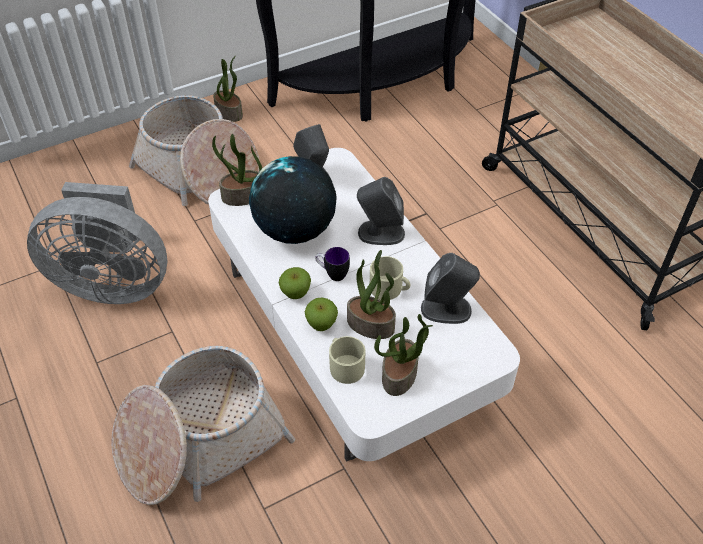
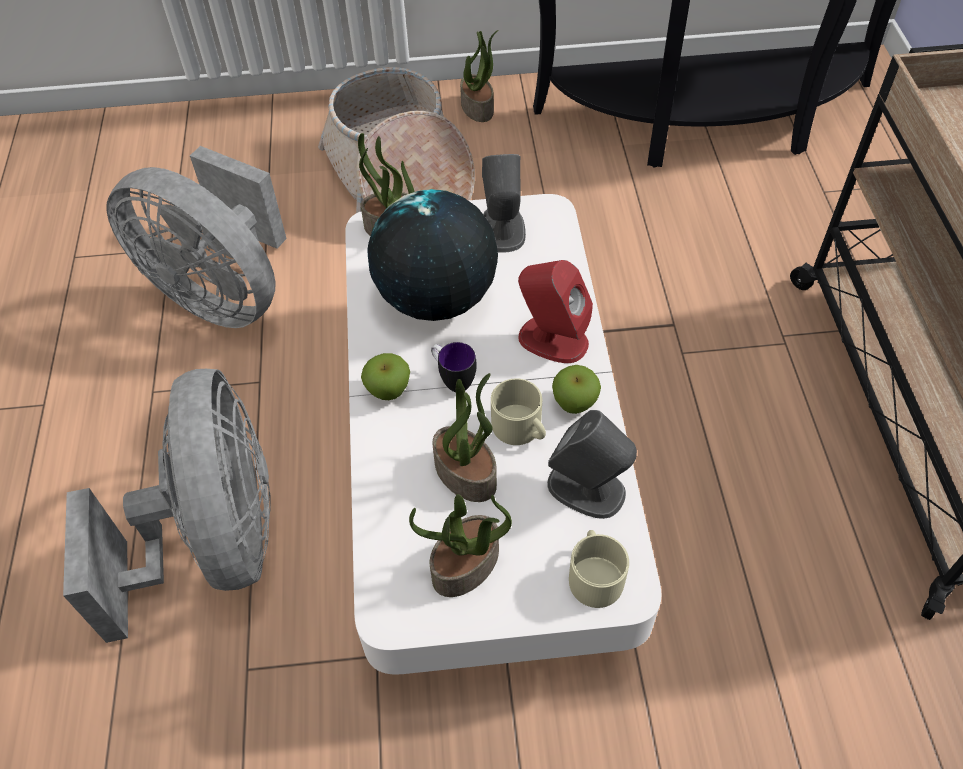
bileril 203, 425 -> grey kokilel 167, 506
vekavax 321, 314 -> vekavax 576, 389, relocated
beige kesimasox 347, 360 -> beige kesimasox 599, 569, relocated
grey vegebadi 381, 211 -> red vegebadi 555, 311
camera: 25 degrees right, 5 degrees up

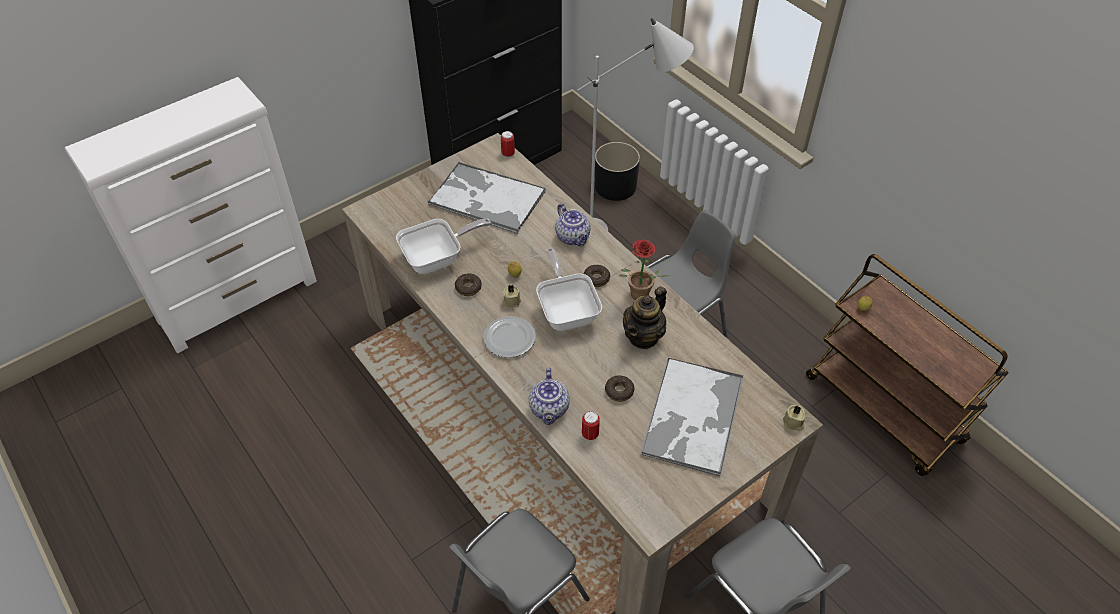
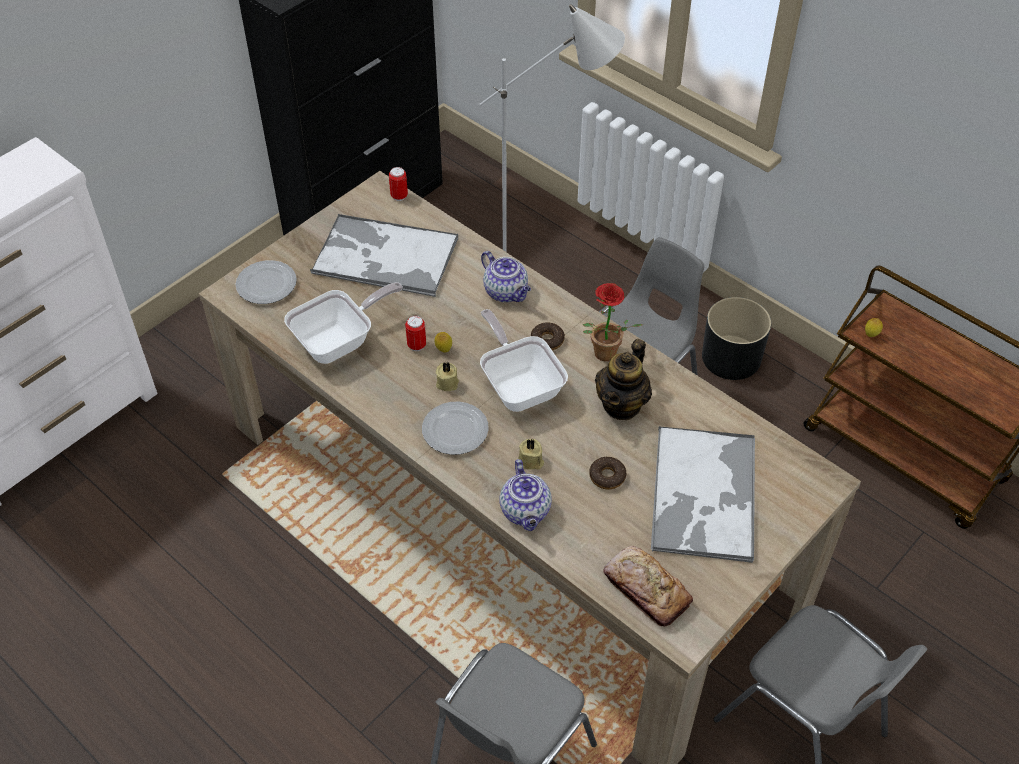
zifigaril 468, 284 -> none
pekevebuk 591, 425 -> pekevebuk 415, 333, relocated
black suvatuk 617, 171 -> black suvatuk 736, 338, relocated
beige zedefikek 794, 418 -> beige zedefikek 531, 454, relocated
none -> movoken 266, 282
none -> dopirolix 648, 586
camera: 10 degrees left, 0 degrees up

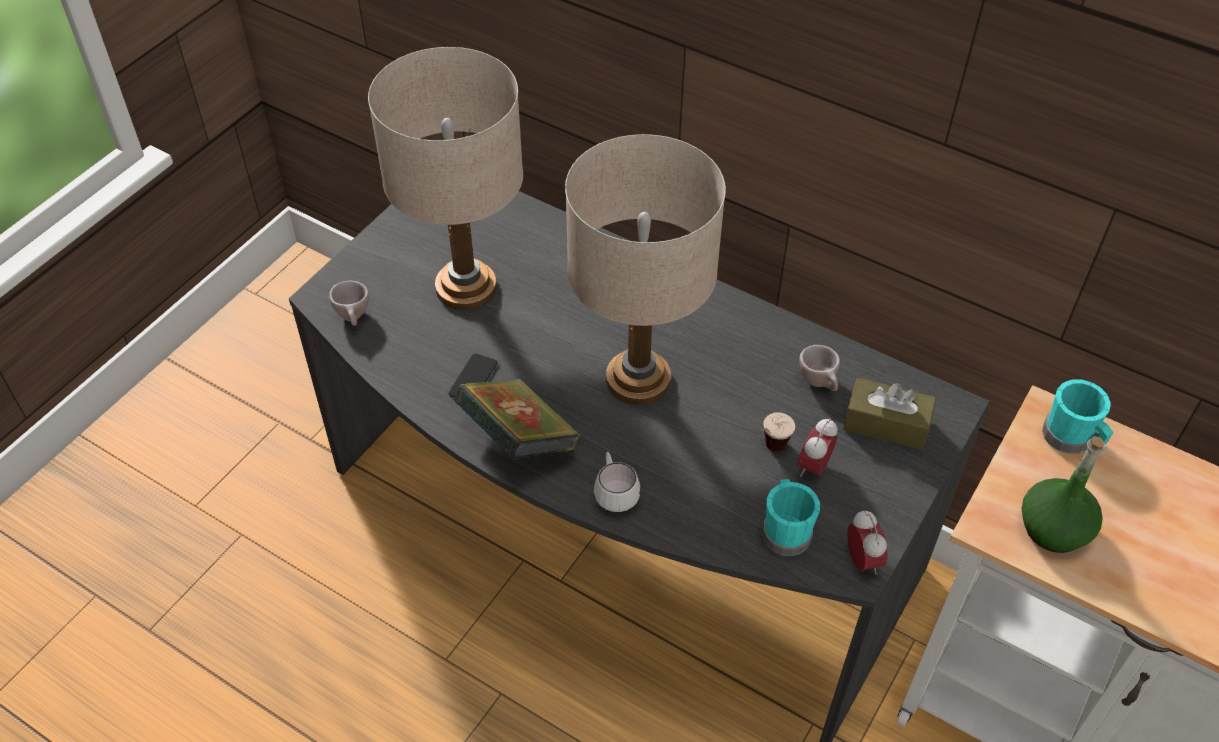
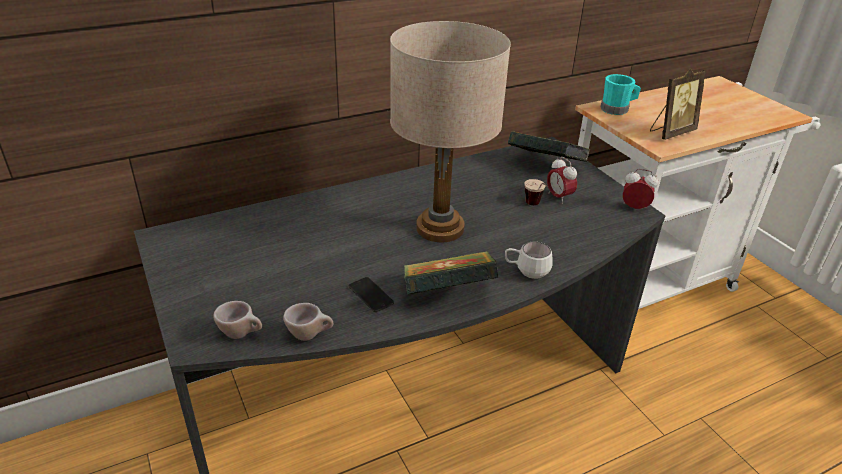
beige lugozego 445, 178 -> none
turquoise kesimasox 791, 517 -> none
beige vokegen 819, 368 -> beige vokegen 308, 322, relocated
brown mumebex 890, 414 -> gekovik 549, 146
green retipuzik 1063, 494 -> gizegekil 678, 104
camera: 60 degrees left, 15 degrees down

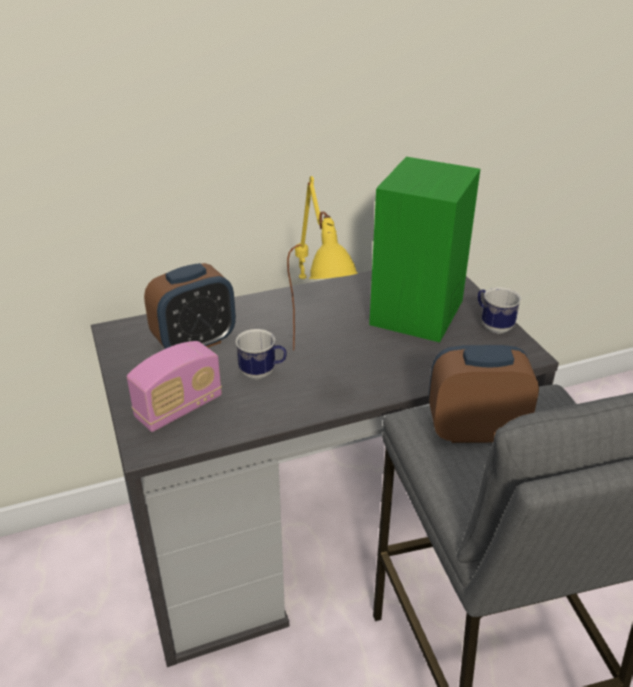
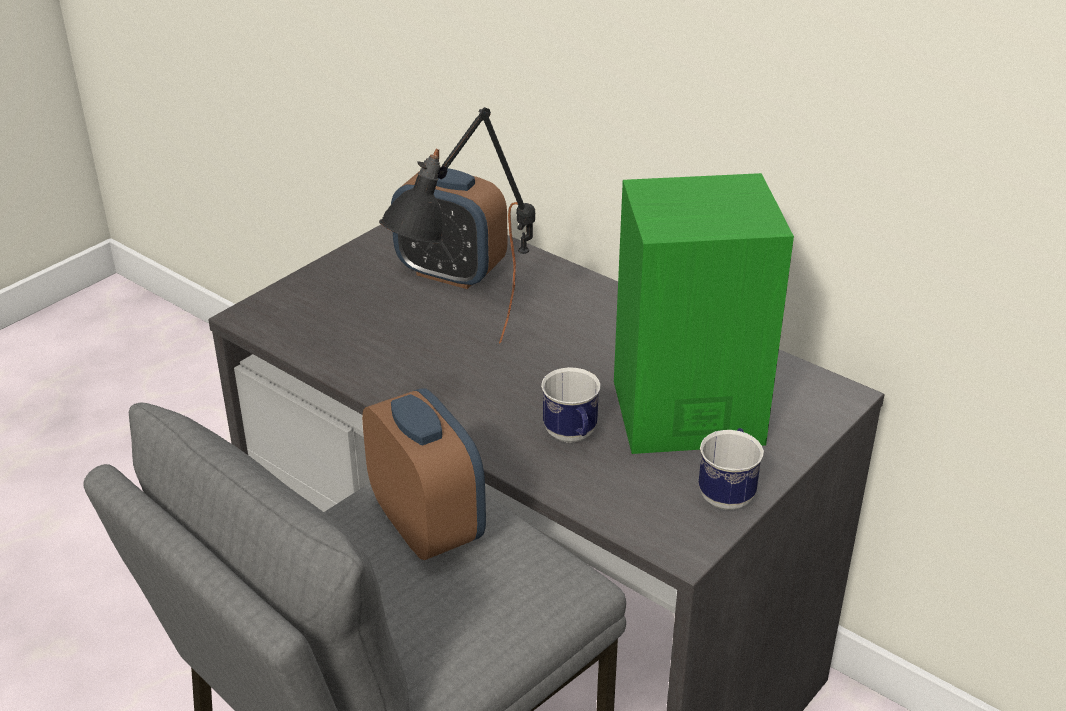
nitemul 174, 386 -> none
kesimasox 261, 354 -> kesimasox 571, 405, relocated
yellow lugozego 322, 263 -> black lugozego 457, 225
camera: 60 degrees right, 0 degrees up

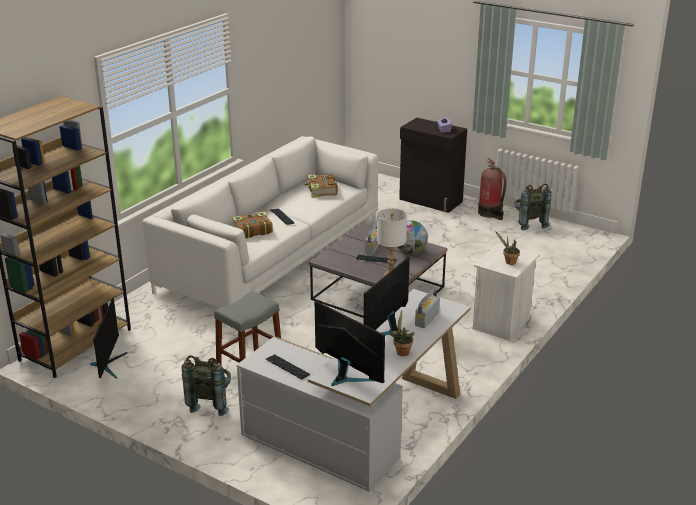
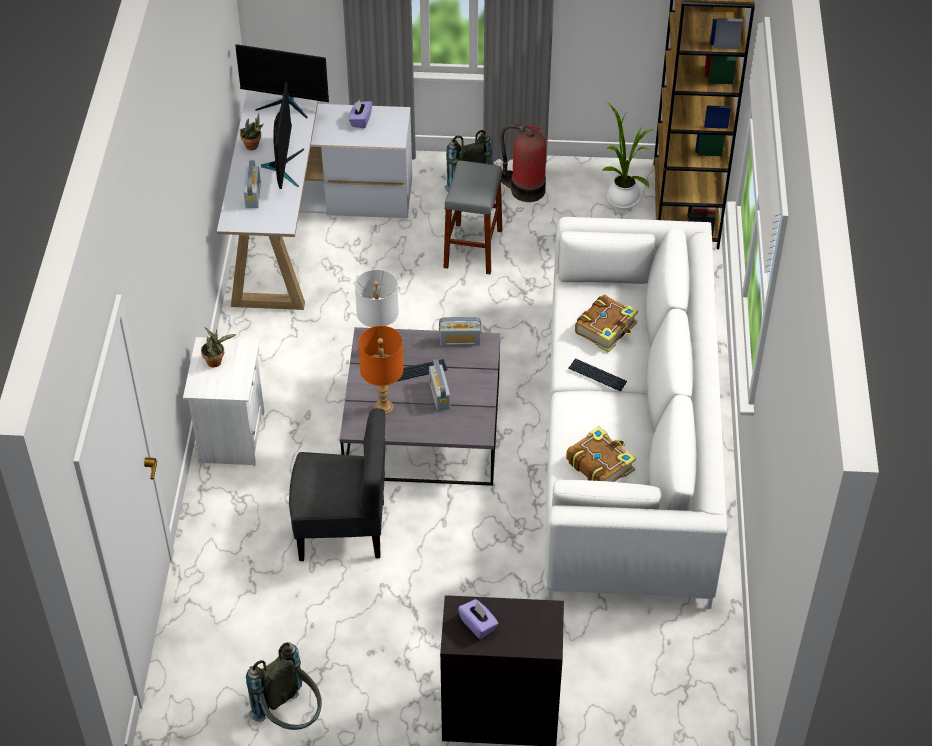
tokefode 108, 338 -> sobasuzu 627, 155
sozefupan 288, 366 -> purple mumebex 360, 114
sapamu 412, 237 -> orange lugozego 381, 370
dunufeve 492, 189 -> dunufeve 523, 163, relocated
none -> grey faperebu 337, 484
none -> nitemul 460, 331
camera: 150 degrees right, 20 degrees up

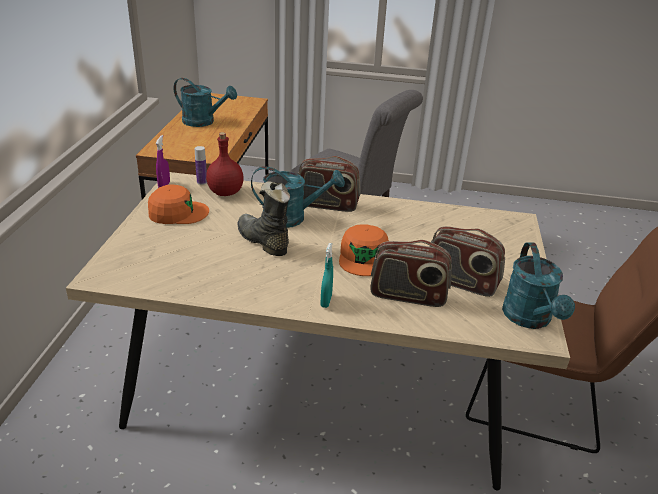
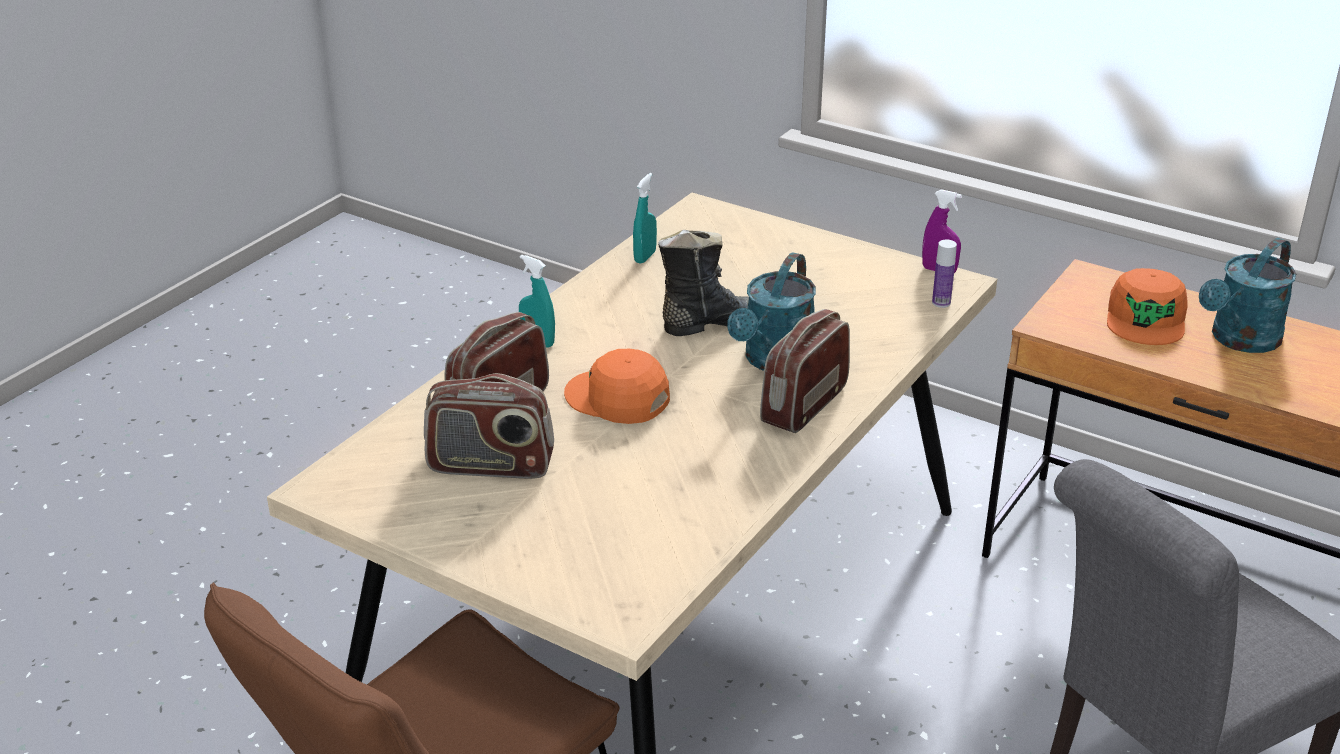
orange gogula 178, 204 -> orange gogula 1147, 306, relocated
red retipuzik 225, 164 -> none
nitemul 467, 261 -> nitemul 489, 426, 135 degrees counterclockwise
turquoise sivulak 538, 285 -> none
none -> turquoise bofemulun 645, 218
camera: 115 degrees right, 0 degrees up

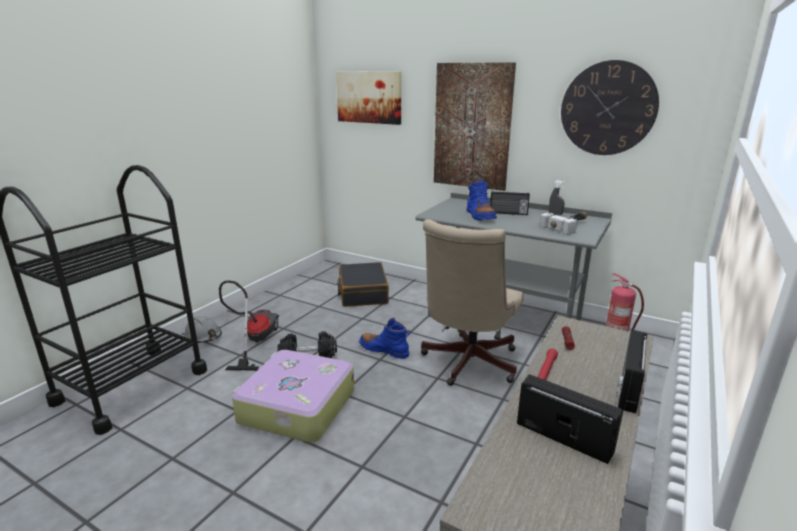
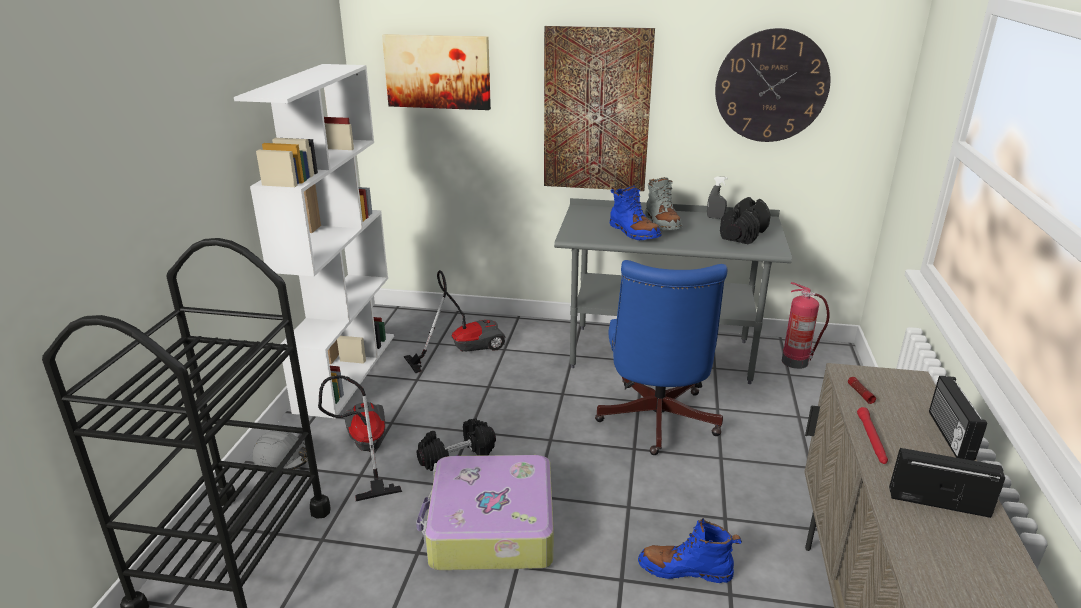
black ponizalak 363, 284 -> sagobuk 455, 321
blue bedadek 385, 338 -> blue bedadek 690, 550, relocated
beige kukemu 472, 302 -> blue kukemu 661, 357
nitemul 510, 203 -> grey bedadek 664, 204
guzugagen 563, 223 -> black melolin 745, 220
none -> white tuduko 314, 241
camera: 20 degrees left, 5 degrees up

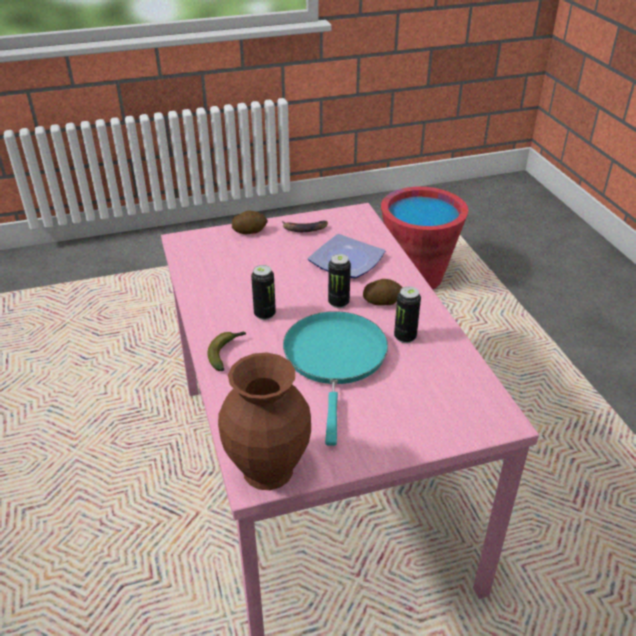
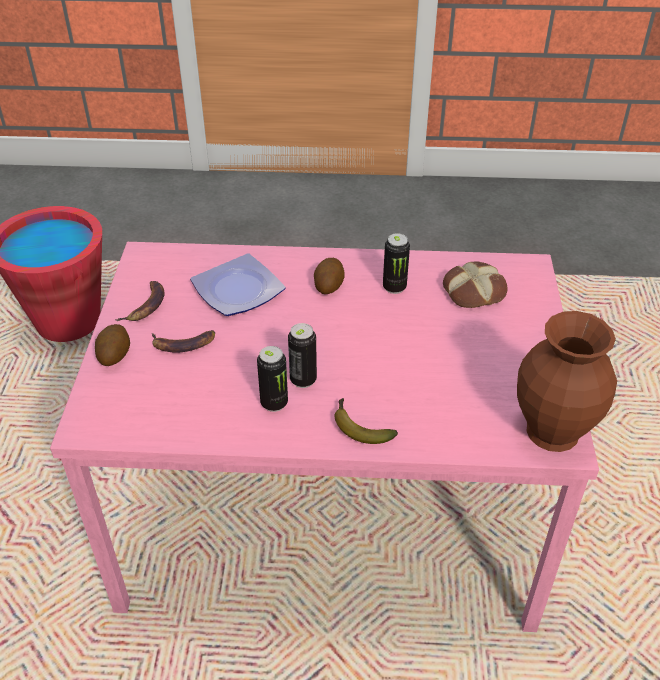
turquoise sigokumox 335, 378 -> none
pekevebuk 339, 281 -> pekevebuk 272, 379, relocated
none -> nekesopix 183, 341
none -> dopirolix 475, 285
camera: 70 degrees left, 5 degrees up

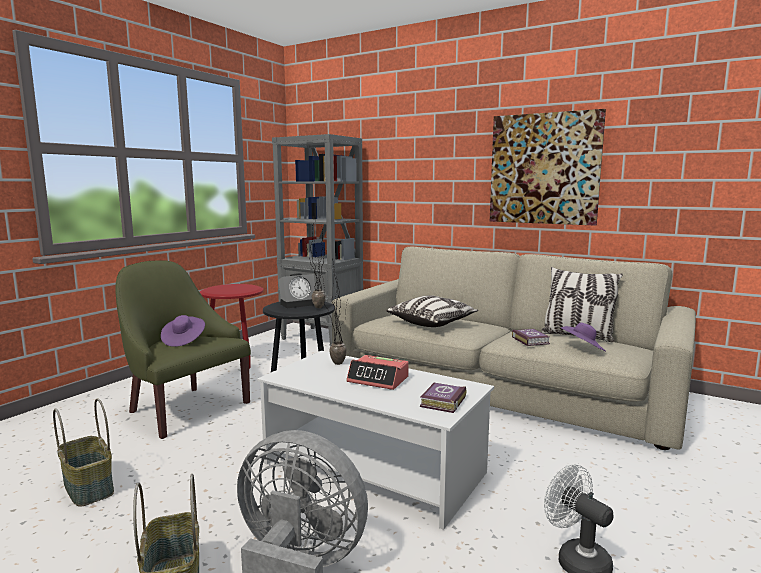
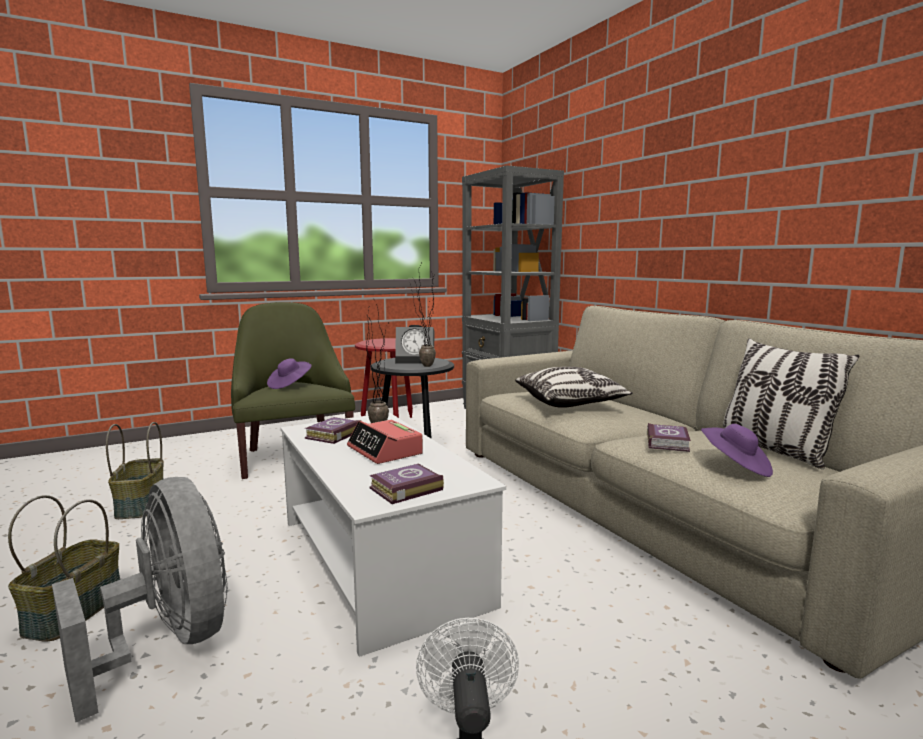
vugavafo 548, 167 -> none
none -> gekovik 333, 430
camera: 30 degrees right, 0 degrees up

